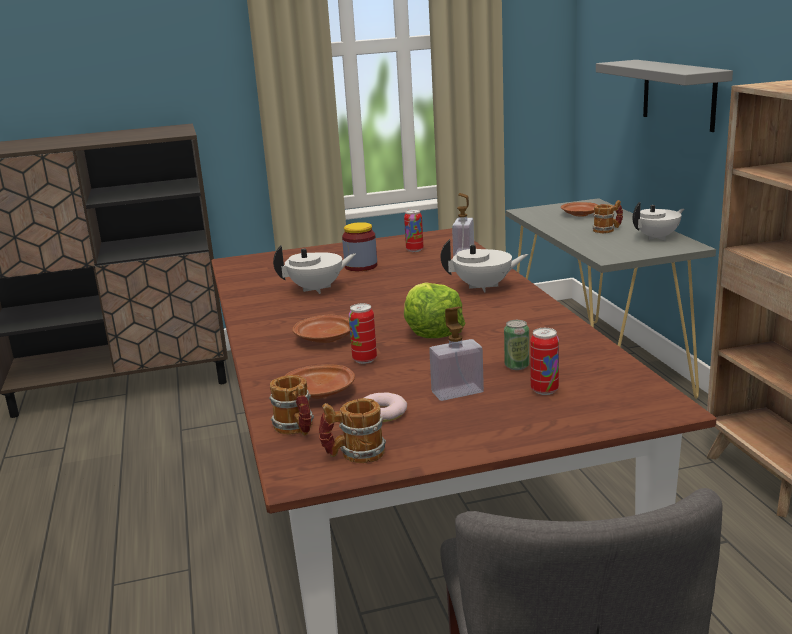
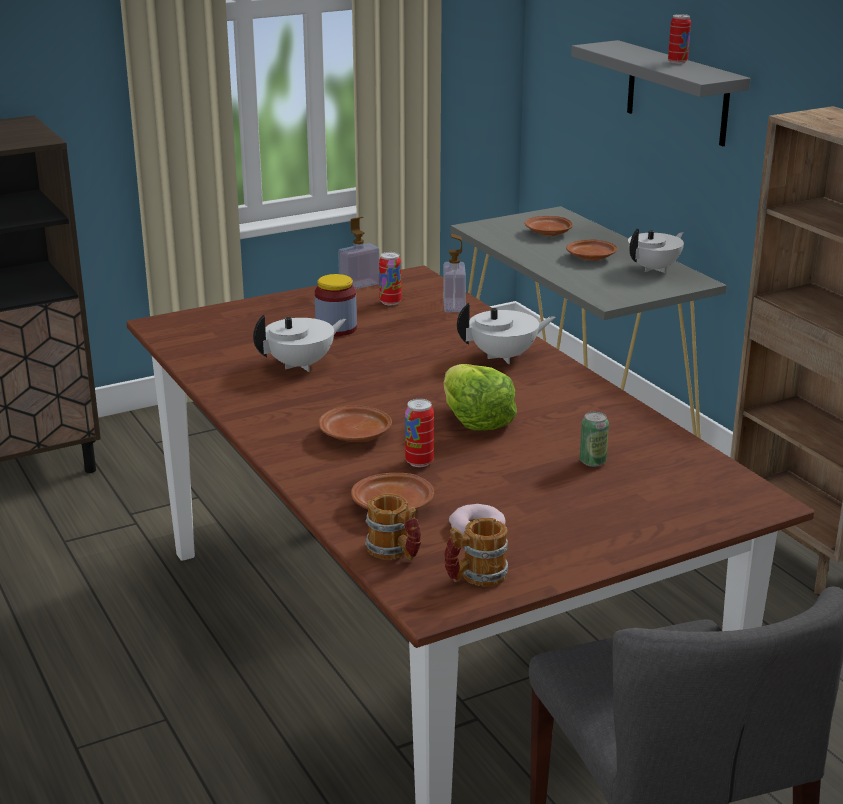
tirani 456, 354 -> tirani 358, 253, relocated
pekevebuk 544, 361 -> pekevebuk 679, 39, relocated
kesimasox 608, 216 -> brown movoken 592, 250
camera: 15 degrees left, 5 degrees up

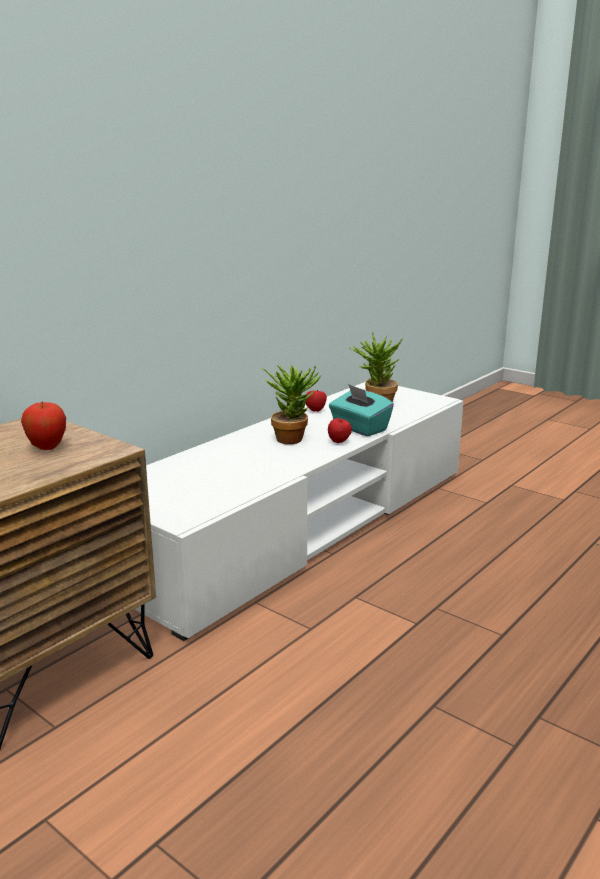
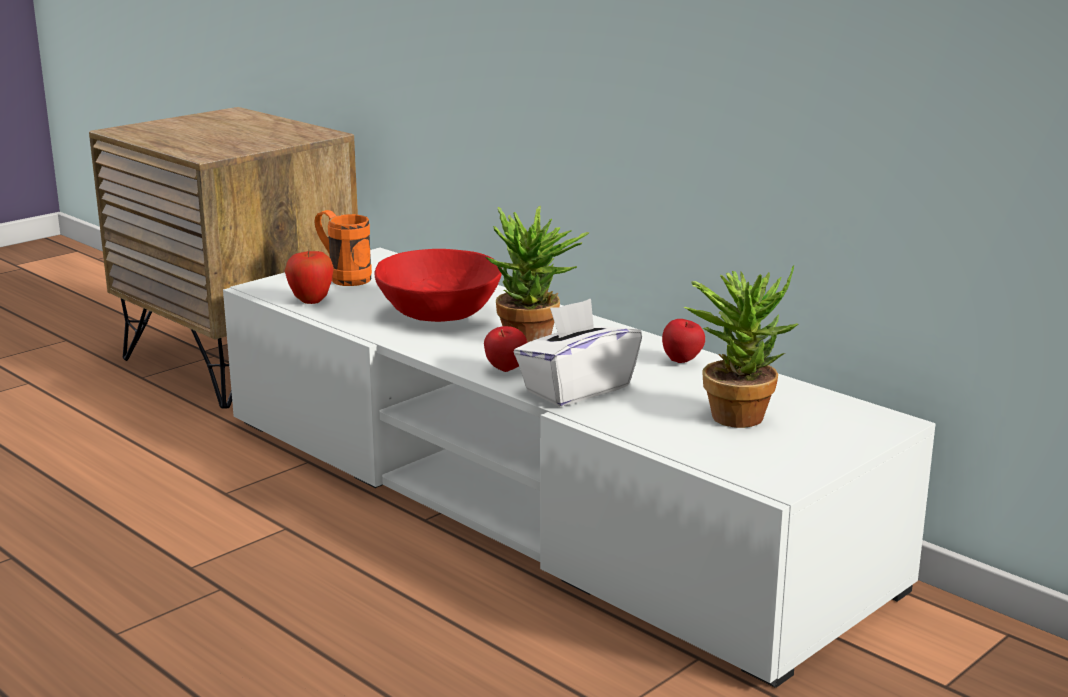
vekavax 43, 426 -> vekavax 309, 277, relocated
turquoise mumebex 361, 410 -> white mumebex 578, 353
none -> orange kesimasox 343, 248
none -> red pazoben 438, 285
camera: 95 degrees right, 0 degrees up

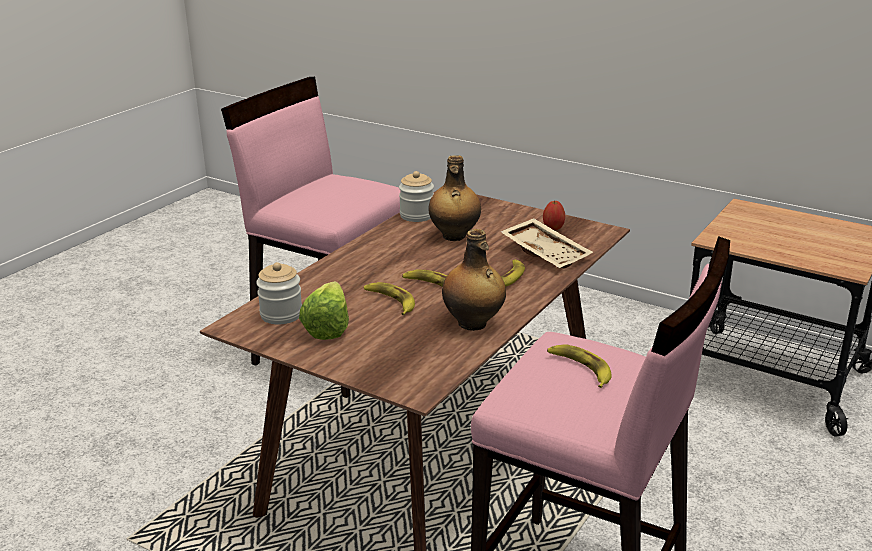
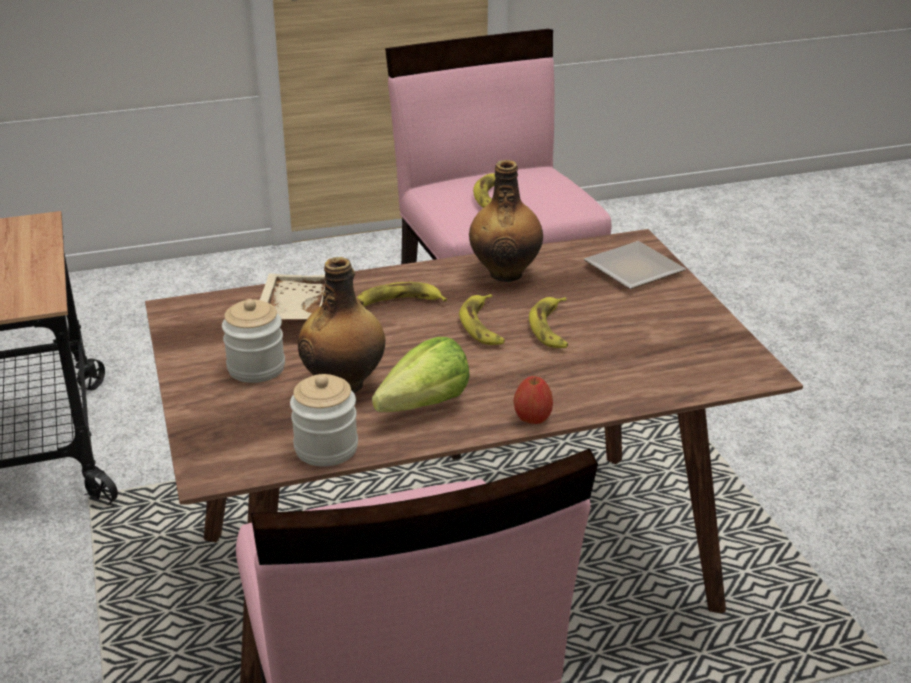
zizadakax 279, 293 -> zizadakax 253, 341, relocated
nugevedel 324, 310 -> nugevedel 421, 374, relocated
vekavax 554, 215 -> vekavax 533, 400, relocated
none -> movoken 635, 265
camera: 140 degrees left, 5 degrees up

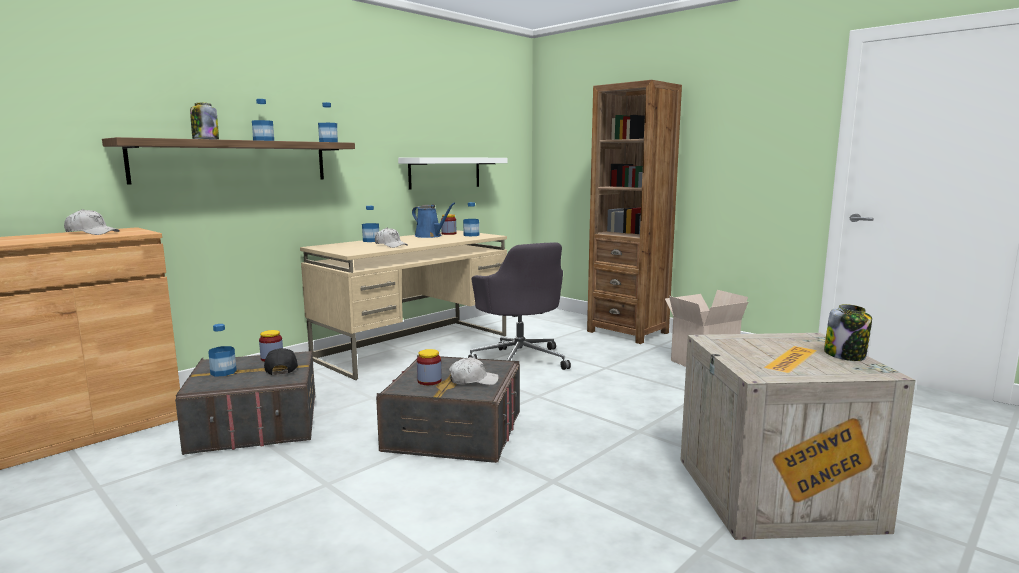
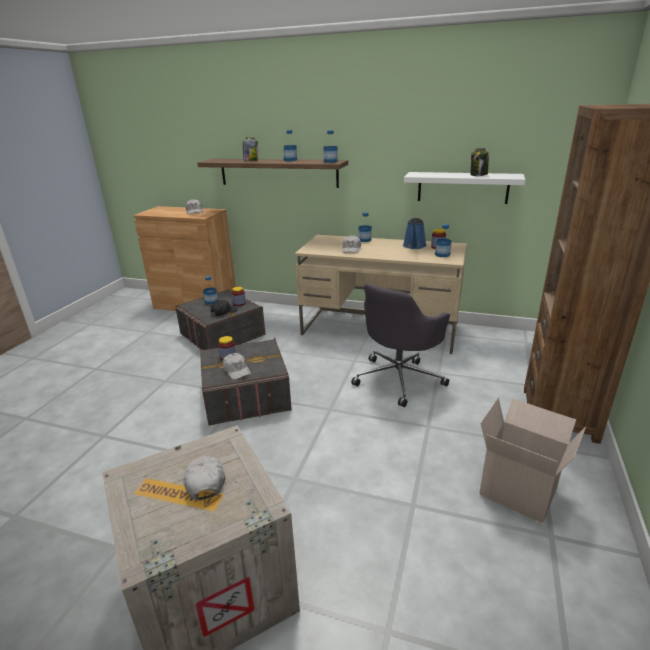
zizadakax 848, 332 -> zizadakax 480, 162, relocated
none -> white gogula 205, 478
camera: 65 degrees right, 15 degrees up

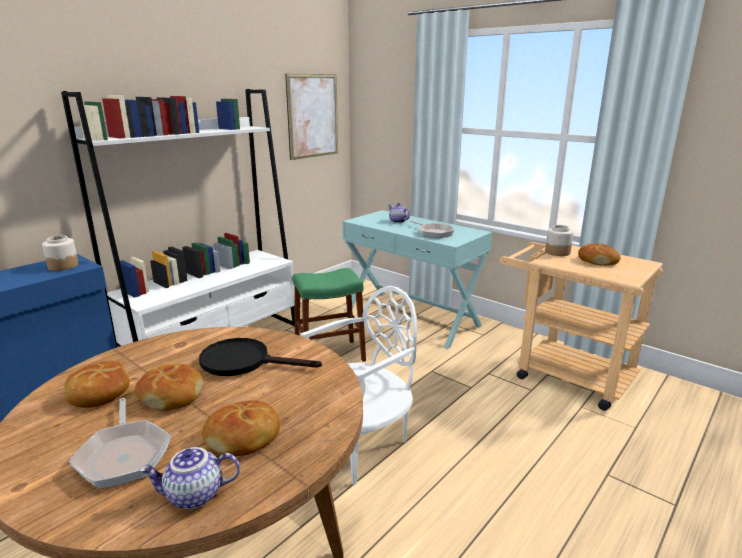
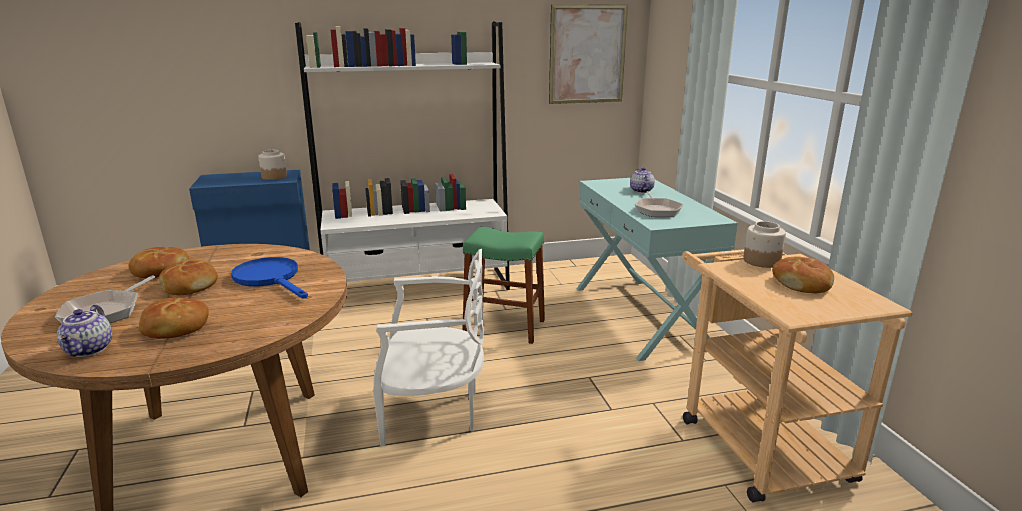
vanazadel 189, 478 -> vanazadel 84, 331, 120 degrees counterclockwise
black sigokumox 260, 357 -> blue sigokumox 269, 278
camera: 35 degrees right, 0 degrees up

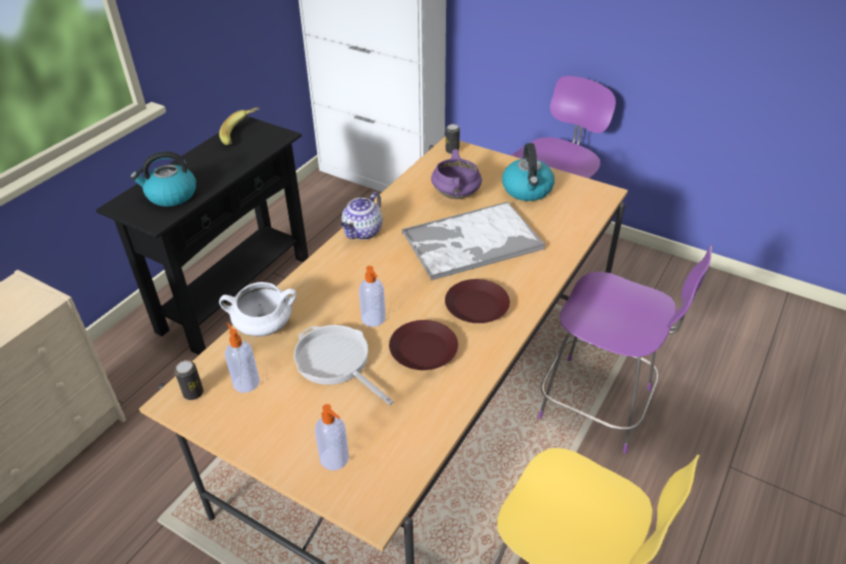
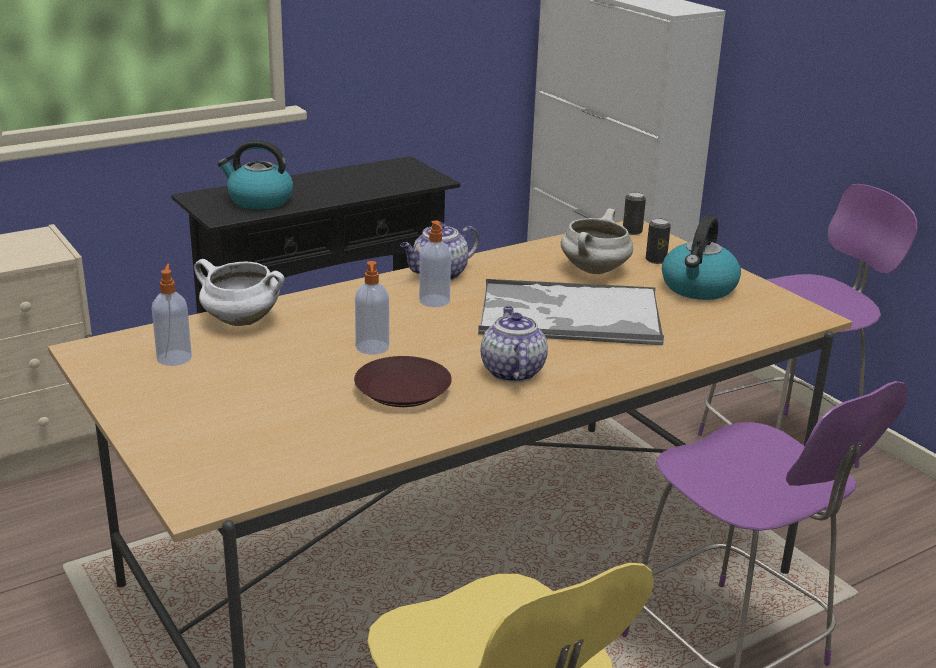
pekevebuk 188, 380 -> pekevebuk 658, 241, relocated
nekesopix 239, 126 -> none
sigokumox 344, 365 -> none
tirani 332, 437 -> tirani 435, 264, relocated
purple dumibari 456, 174 -> white dumibari 597, 241
brown movoken 477, 301 -> vanazadel 514, 344
camera: 25 degrees right, 15 degrees down

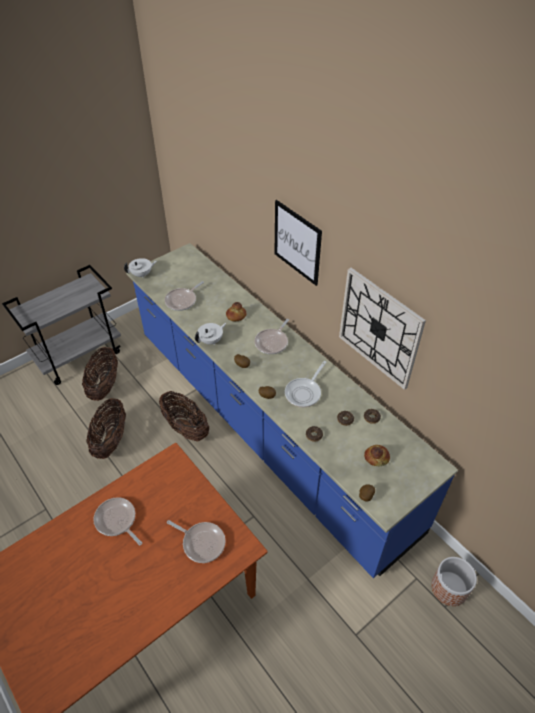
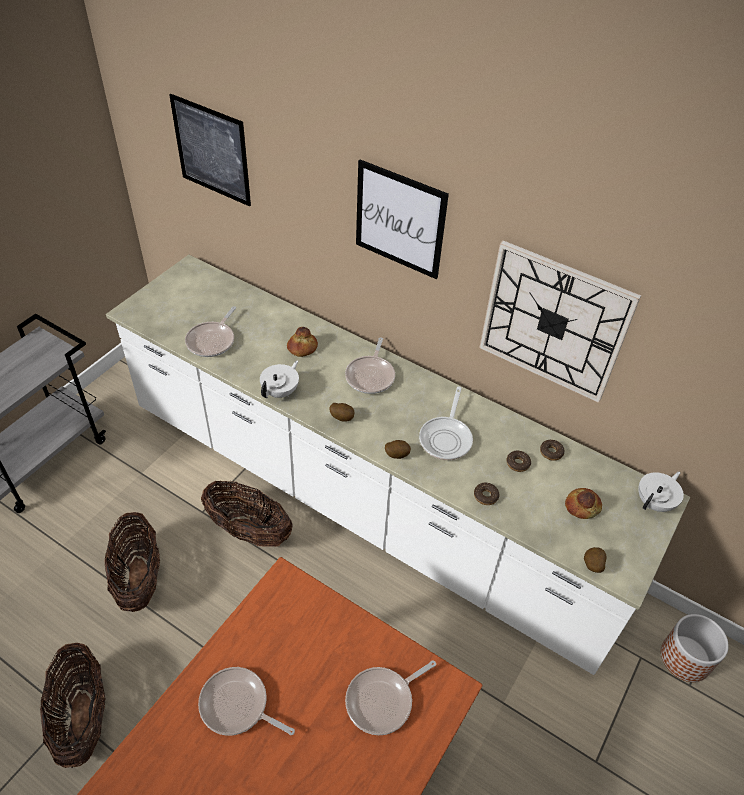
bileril 100, 374 -> bileril 73, 705, relocated
white vanazadel 140, 268 -> white vanazadel 661, 492, relocated
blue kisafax 292, 410 -> white kisafax 398, 465
sigokumox 196, 541 -> sigokumox 390, 697, 135 degrees clockwise
none -> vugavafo 210, 150
camera: 20 degrees left, 0 degrees up

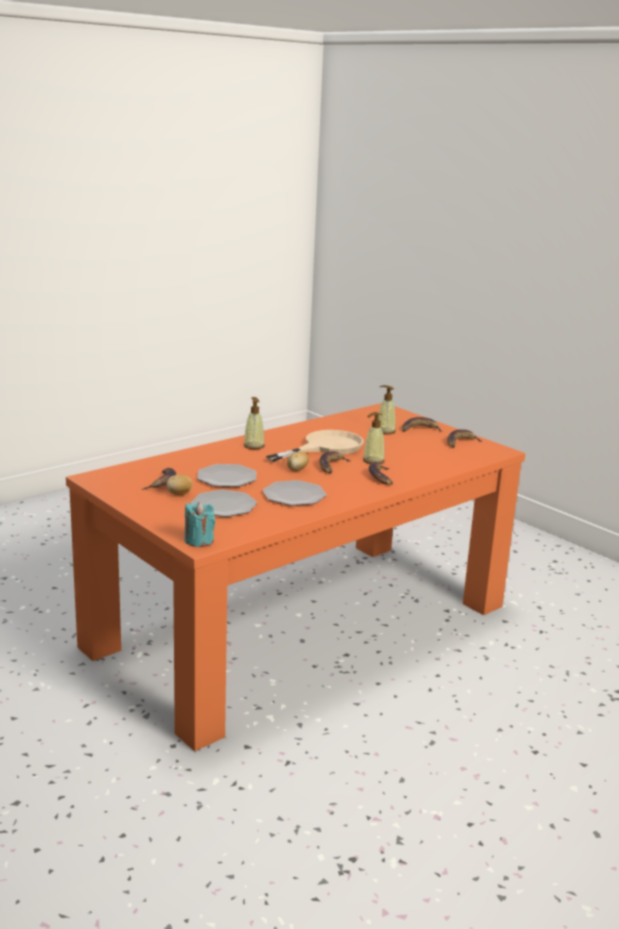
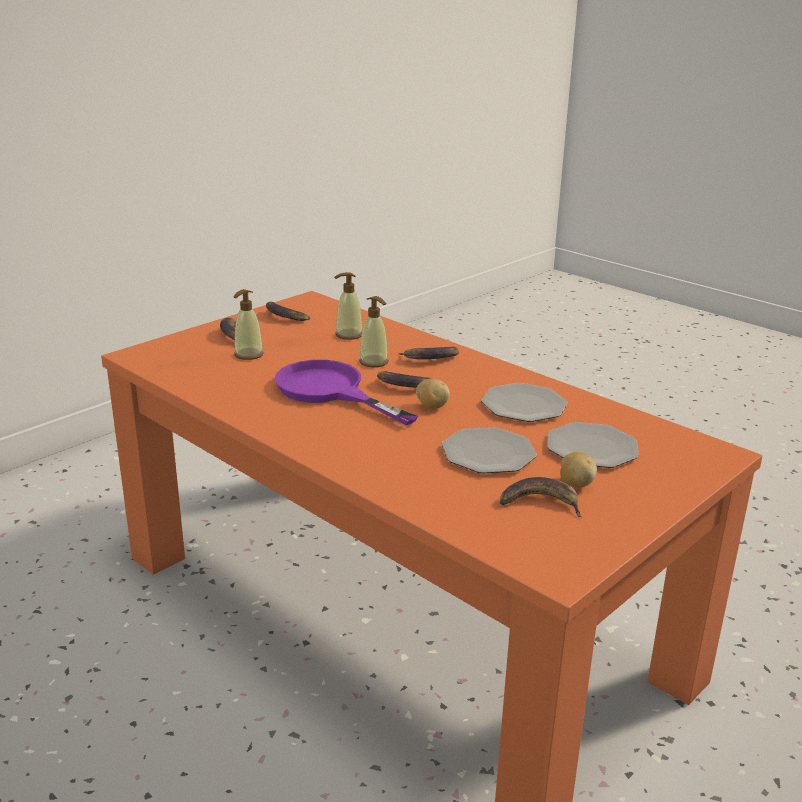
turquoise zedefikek 199, 524 -> none
tirani 254, 423 -> tirani 348, 306, relocated
beige sigokumox 314, 446 -> purple sigokumox 346, 393
camera: 95 degrees left, 5 degrees up

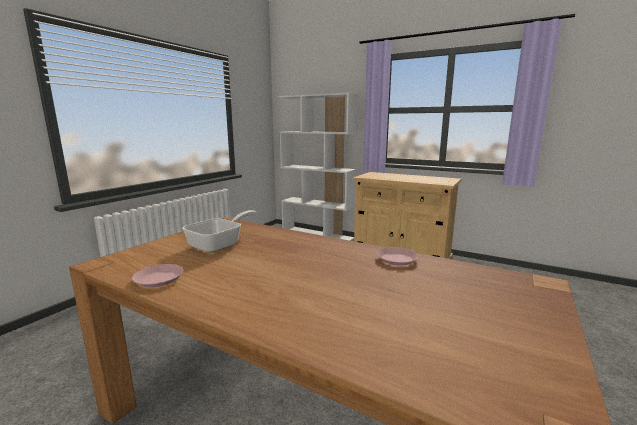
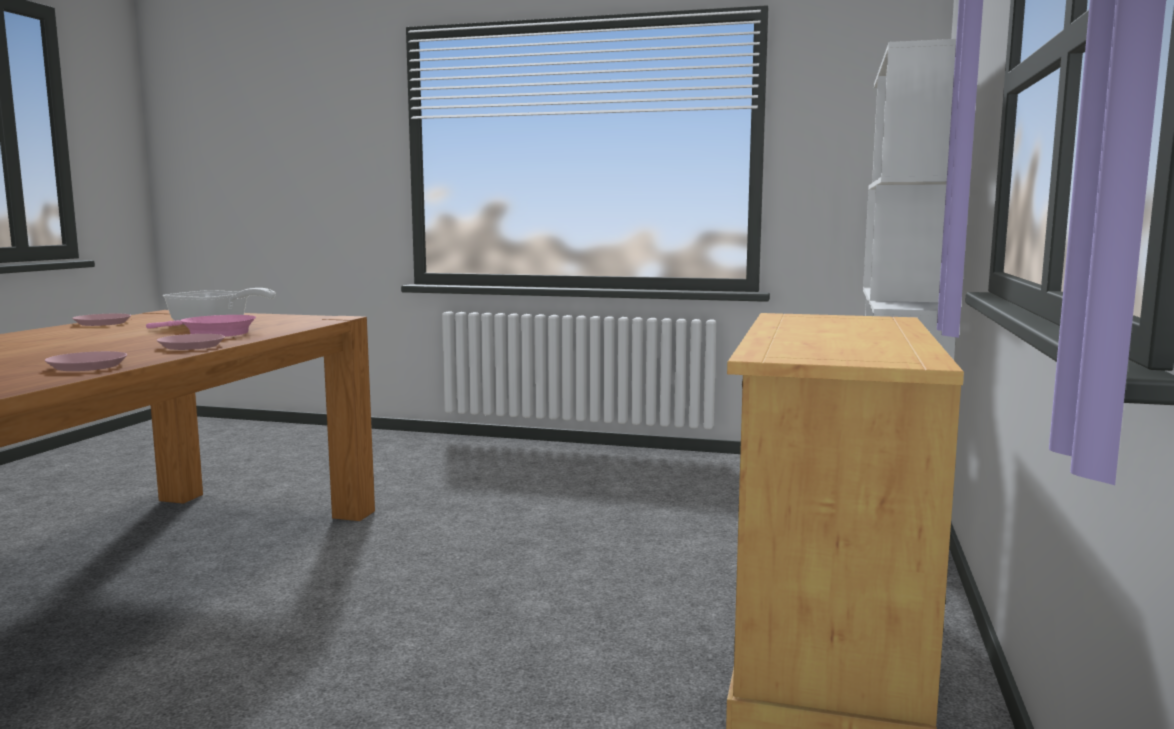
none -> pink sigokumox 201, 326
none -> pink movoken 191, 342
camera: 75 degrees right, 5 degrees down

